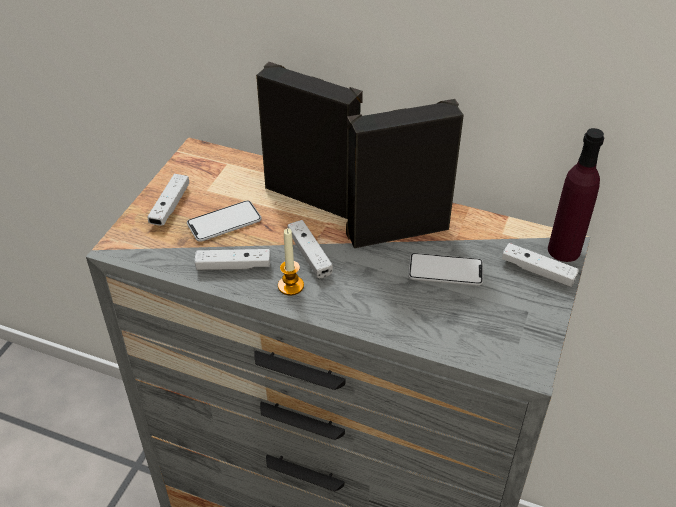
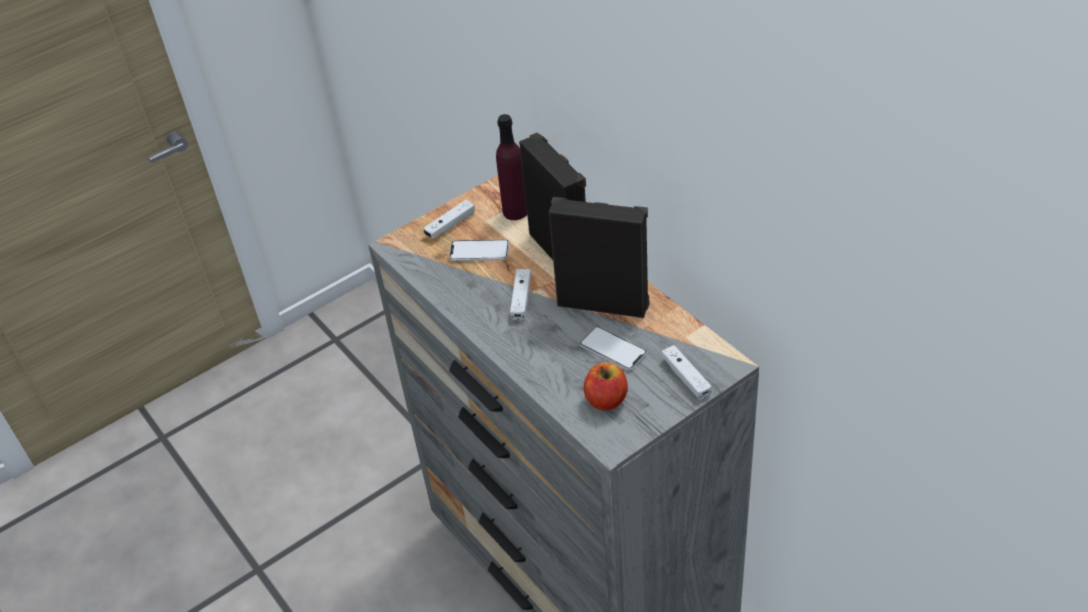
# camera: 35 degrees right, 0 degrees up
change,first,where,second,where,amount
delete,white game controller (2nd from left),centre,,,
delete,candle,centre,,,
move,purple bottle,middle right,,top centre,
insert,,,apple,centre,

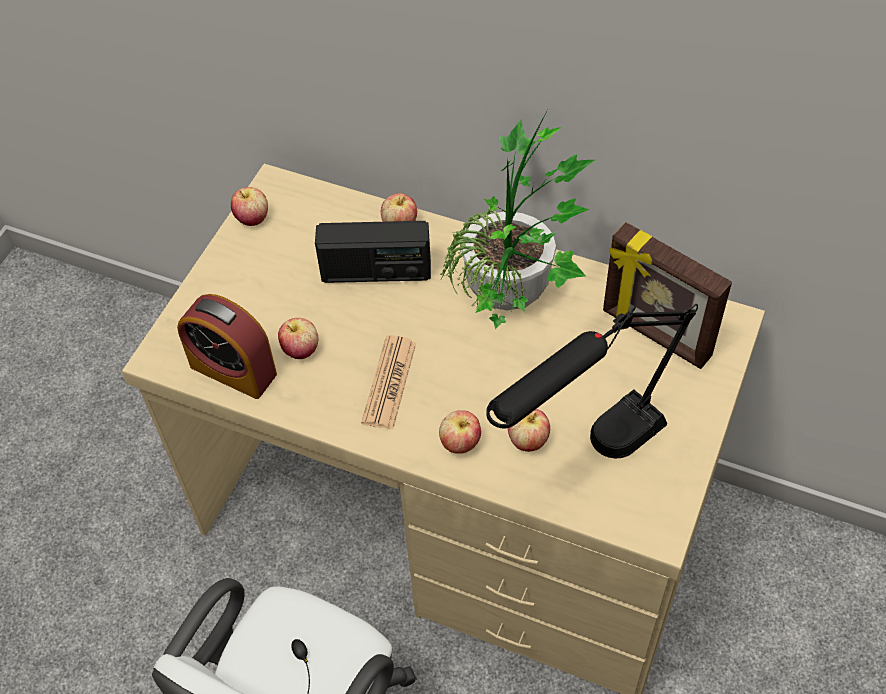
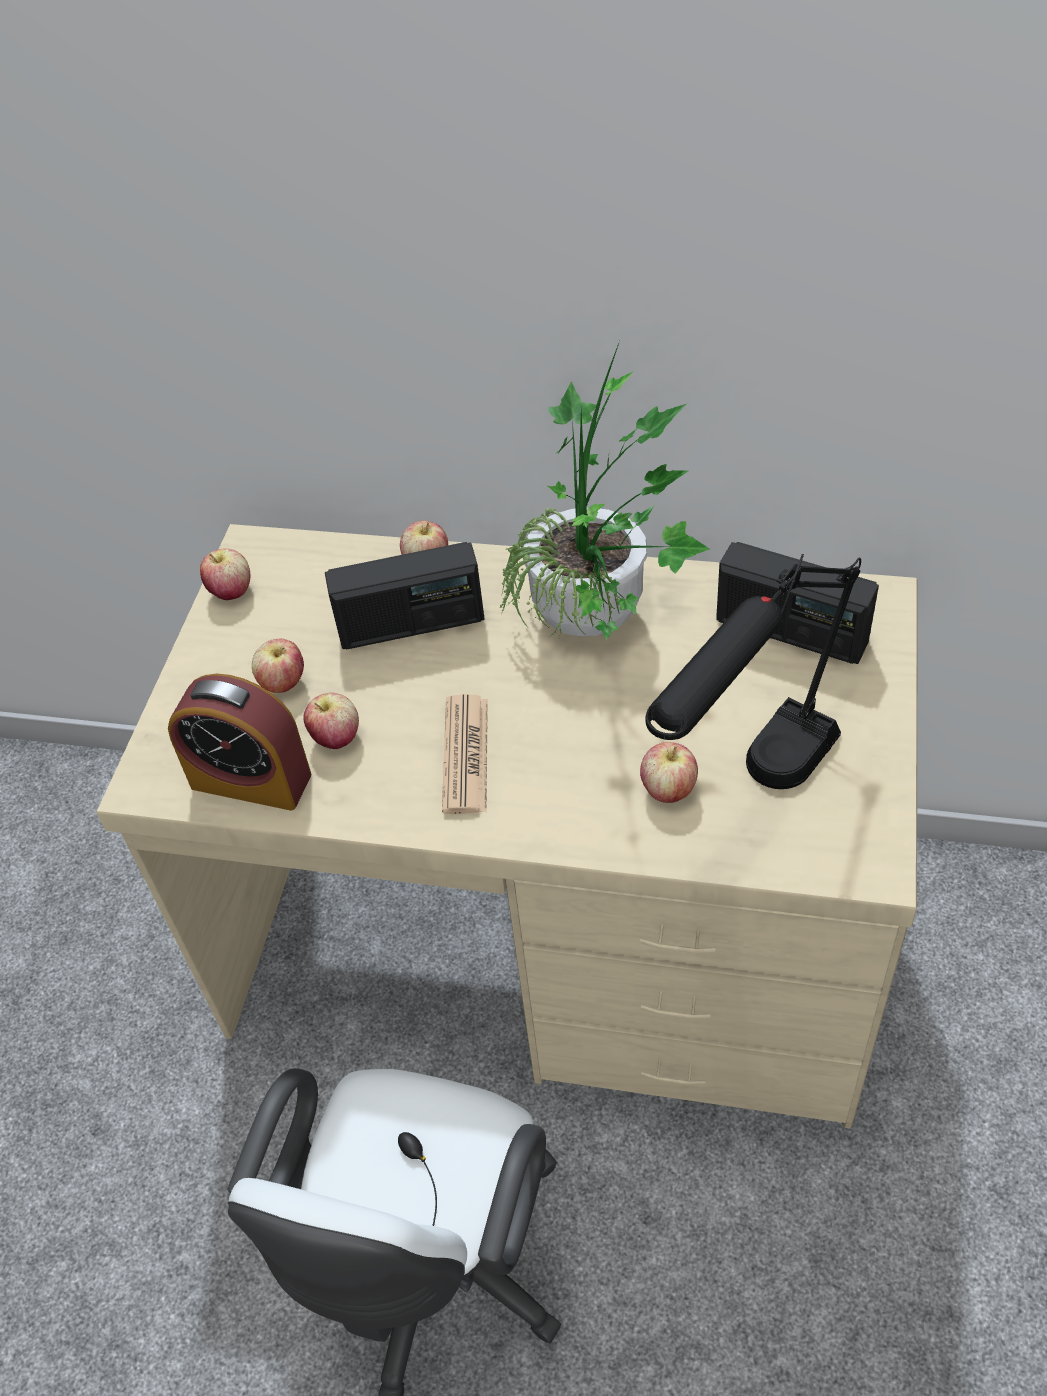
# camera: 10 degrees left, 5 degrees down
change,first,where,second,where,amount
move,apple (4th from left in the first image),centre,apple (2nd from left),middle left,
replace,picture frame,middle right,radio (2nd from left),middle right,

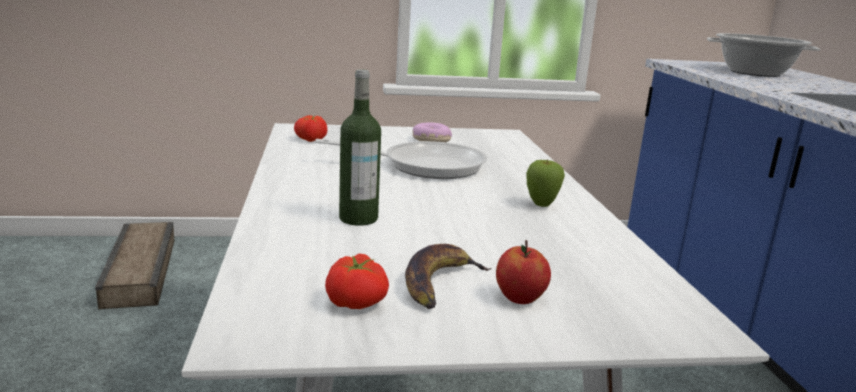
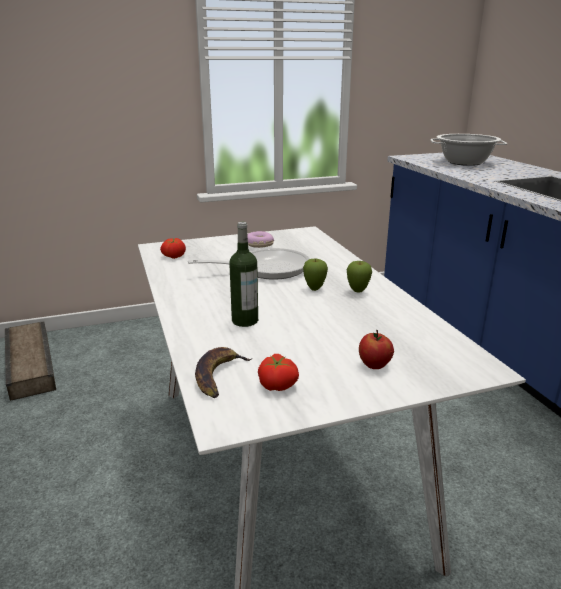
# camera: 10 degrees left, 5 degrees up
change,first,where,second,where,amount
move,banana,bottom centre,,centre,
insert,,,apple (1st from left),centre,

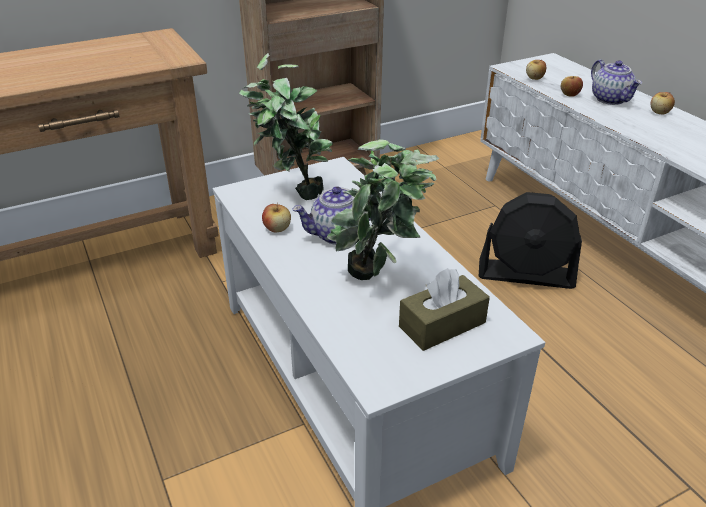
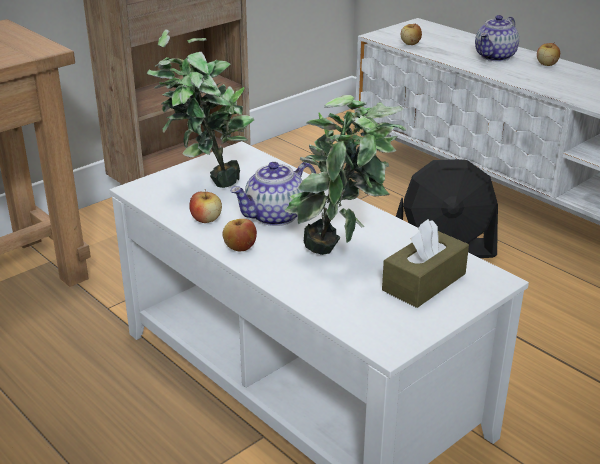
# camera: 15 degrees left, 5 degrees down
change,first,where,second,where,amount
move,apple (3rd from left in the first image),top right,apple (2nd from left),centre,
rotate,teapot (2nd from left),top right,,top right,75 degrees clockwise

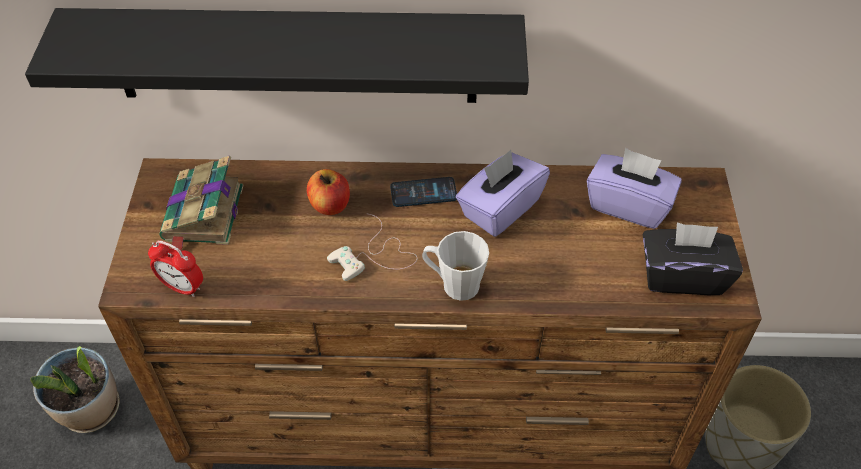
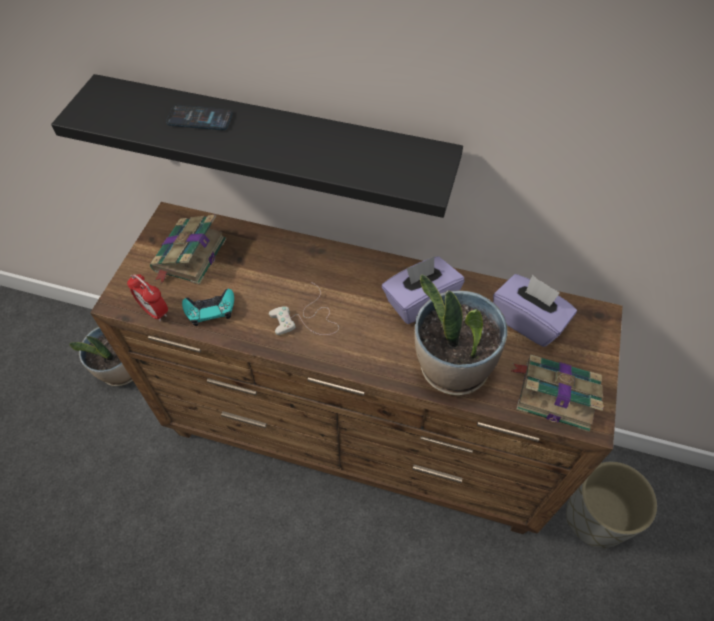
# camera: 15 degrees right, 5 degrees up
change,first,where,second,where,amount
delete,apple,centre,,,
move,phone,centre,,top left,
delete,grey mug,centre,,,
replace,black tissue box,middle right,book (2nd from left),middle right,
insert,,,turquoise game controller,middle left,
insert,,,potted plant (2nd from left),centre,

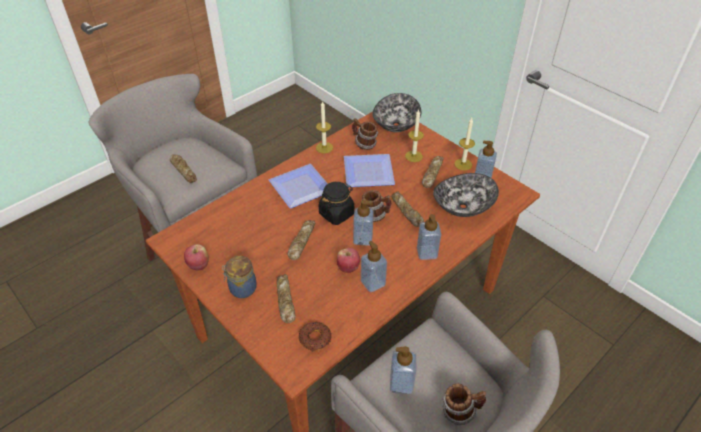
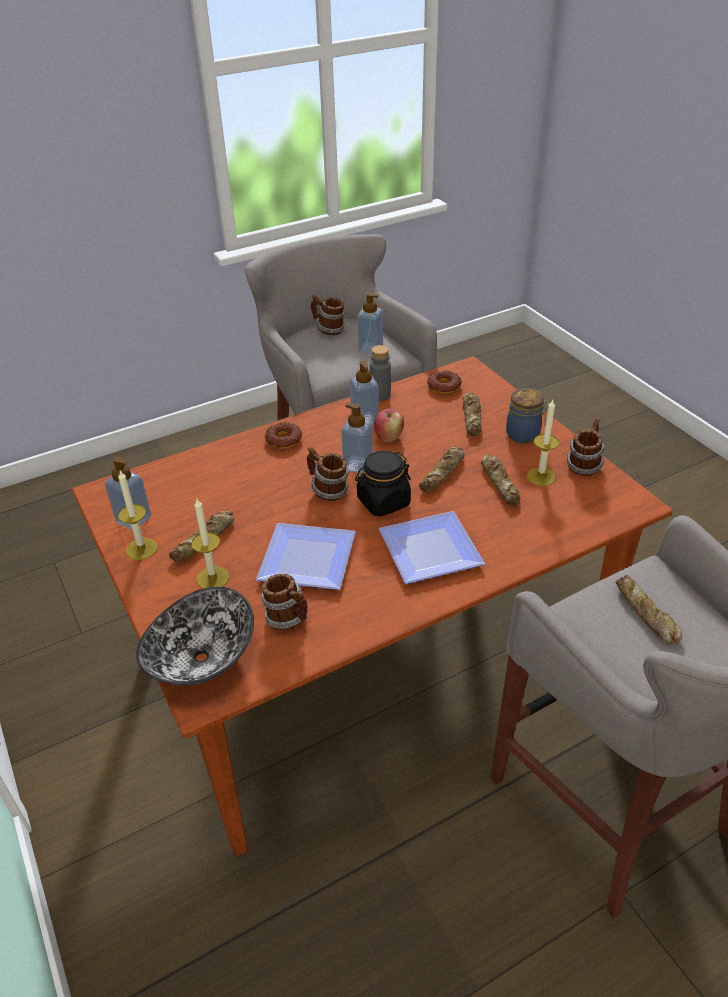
# camera: 165 degrees left, 5 degrees down
change,first,where,second,where,amount
replace,apple (1st from left),middle left,mug (4th from left),middle right,
move,candle (1st from left in the first image),top centre,candle (3rd from left),middle right,
move,bread (4th from left),centre,,middle right,
replace,soap dispenser (4th from left),centre,donut (1st from left),centre,
delete,bowl (2nd from left),centre,,,
insert,,,grey bottle,centre,

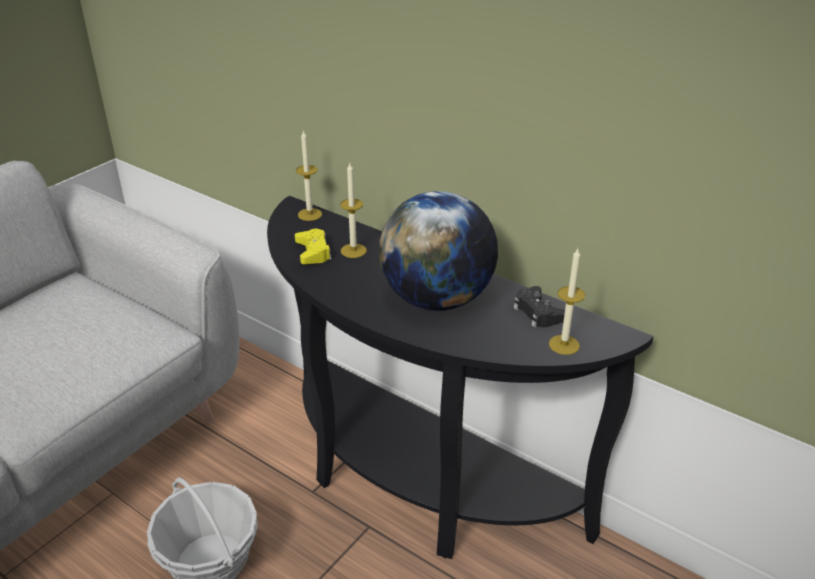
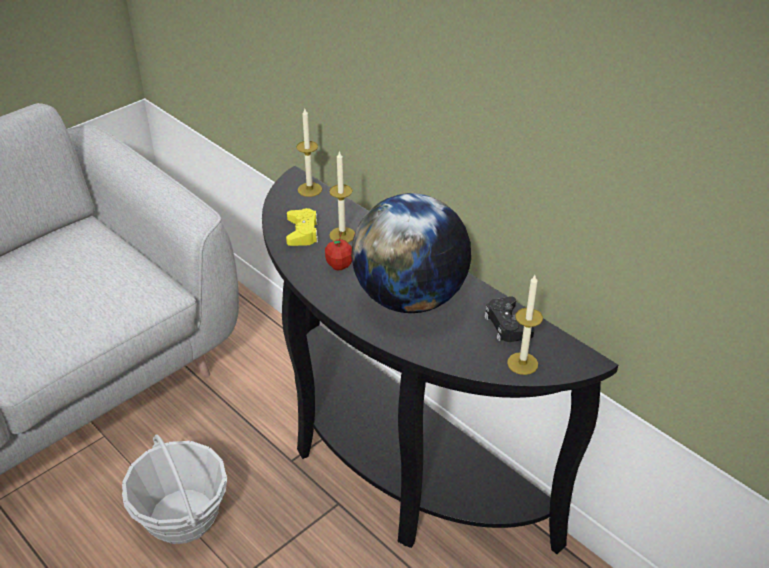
# camera: 10 degrees right, 5 degrees up
change,first,where,second,where,amount
insert,,,apple,centre,

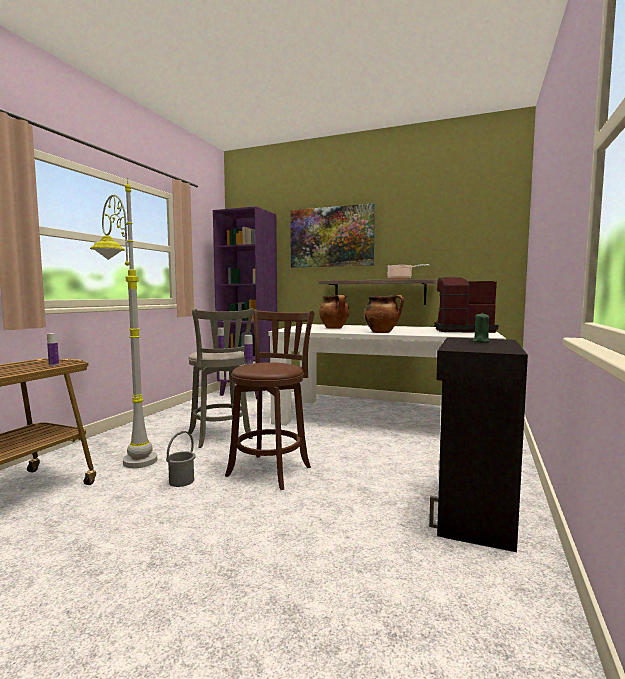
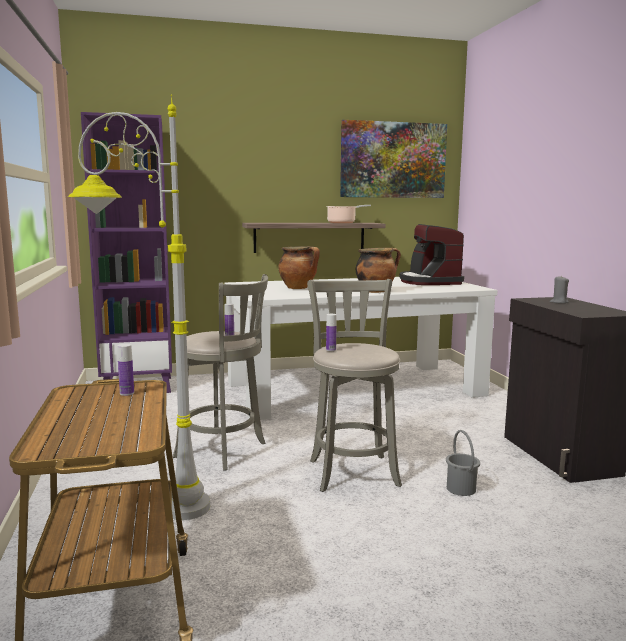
# camera: 35 degrees left, 5 degrees up
change,first,where,second,where,amount
move,grey bucket,bottom left,,bottom right,
recolor,brown stool,centre,grey stool (2nd from left),centre,
move,picture,centre,,top centre,
rotate,coffee machine,middle right,,middle right,75 degrees counterclockwise
recolor,green candle,middle right,grey candle,middle right,

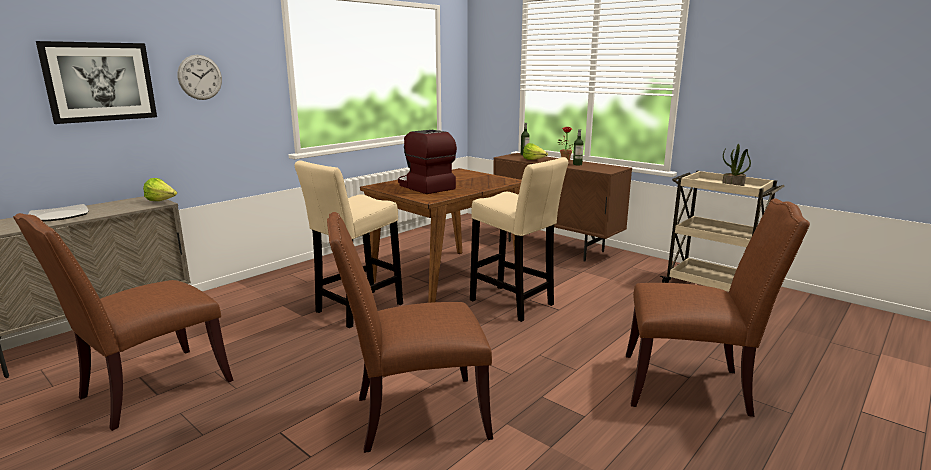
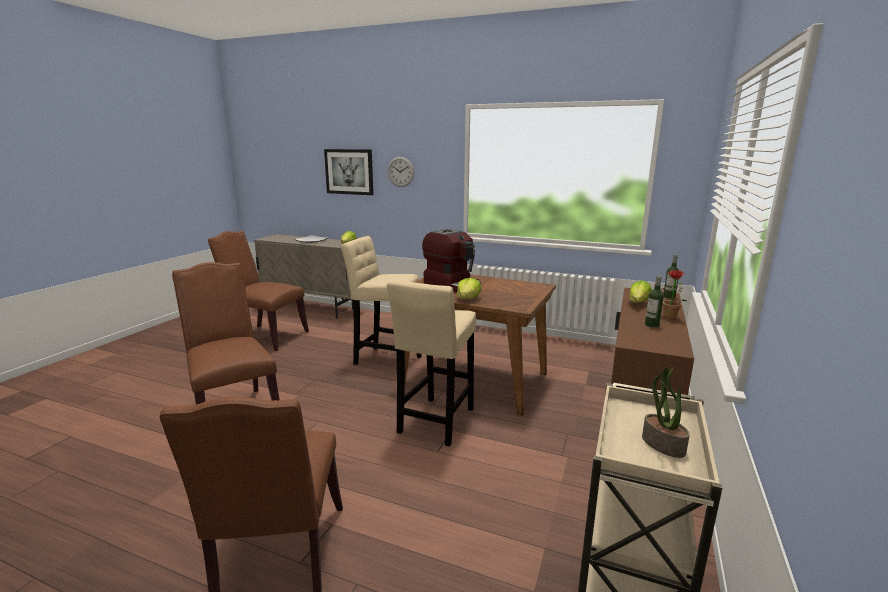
# camera: 70 degrees right, 0 degrees up
change,first,where,second,where,amount
rotate,coffee machine,centre,,centre,105 degrees clockwise
insert,,,lettuce (2nd from left),centre,

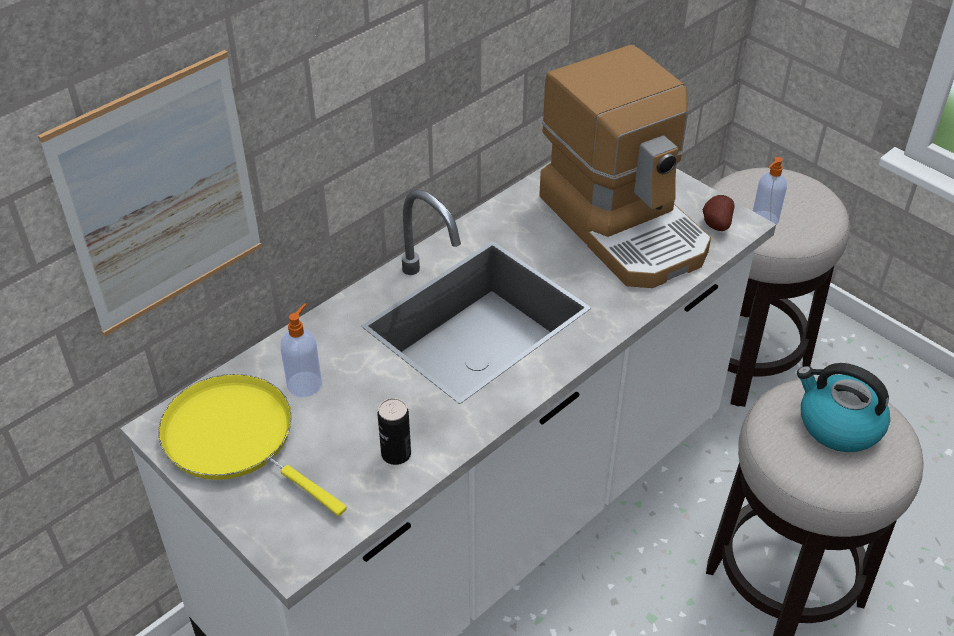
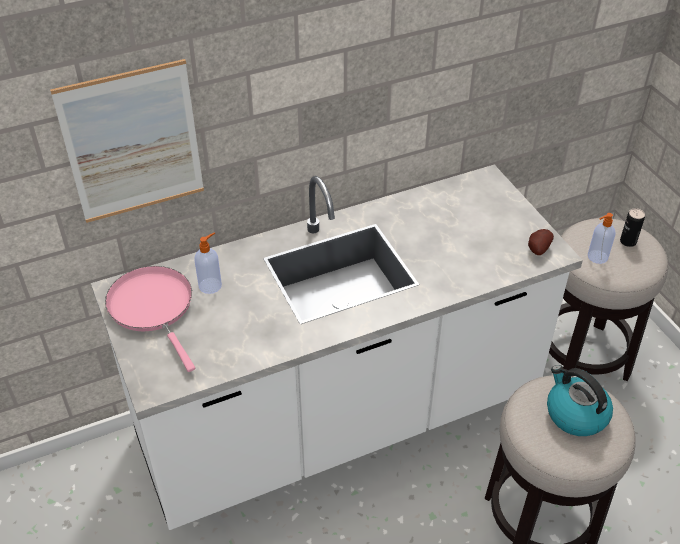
# camera: 20 degrees right, 0 degrees up
change,first,where,second,where,amount
recolor,yellow frying pan,bottom left,pink frying pan,middle left,
move,can,bottom centre,,middle right,
delete,coffee machine,top centre,,,

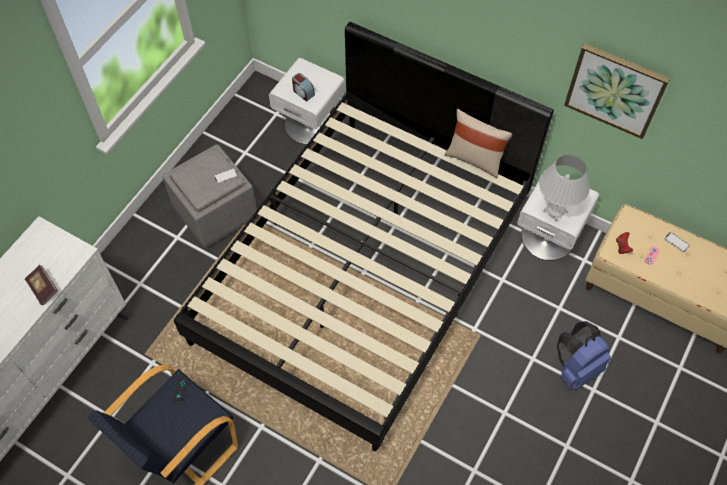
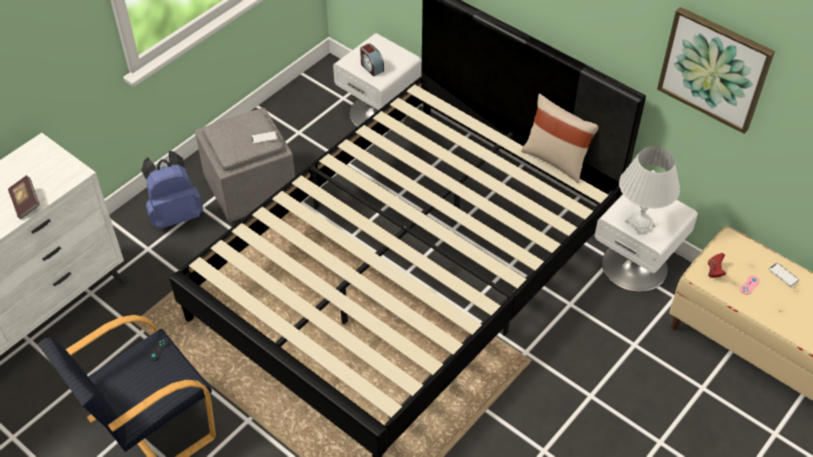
# camera: 10 degrees right, 10 degrees down
change,first,where,second,where,amount
move,blue backpack,bottom right,,middle left,

